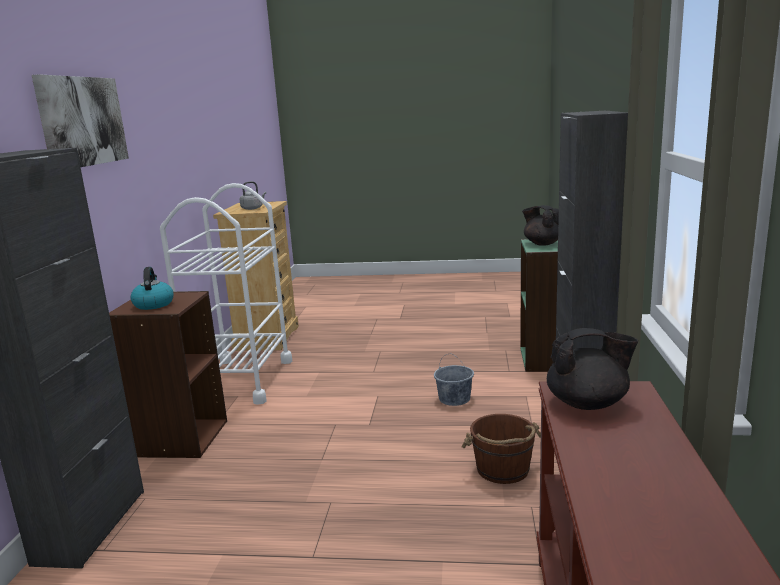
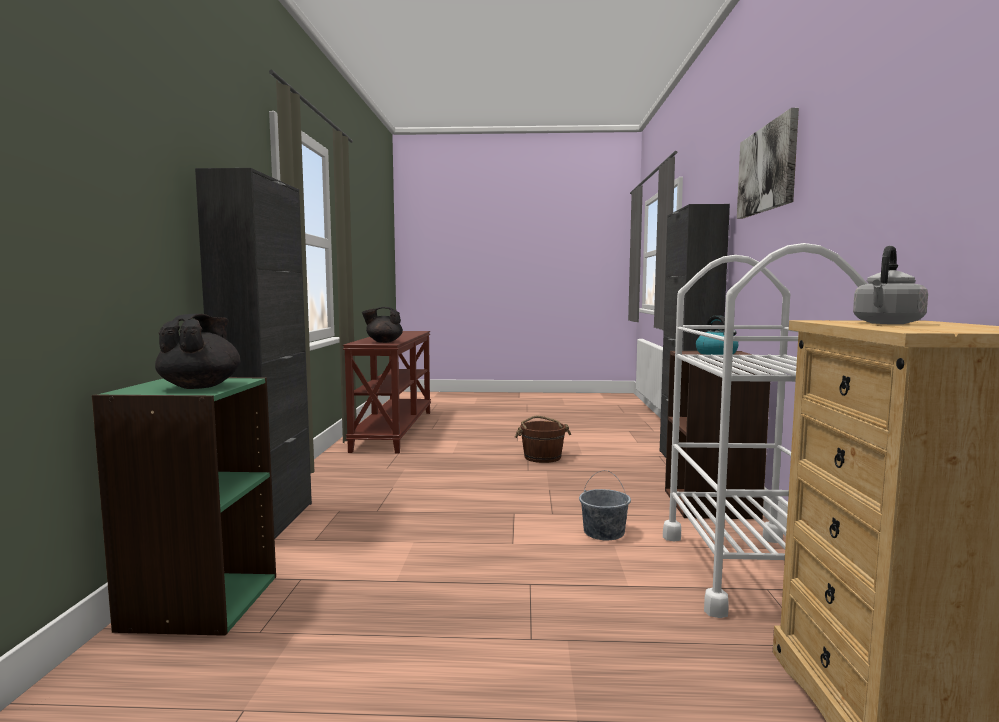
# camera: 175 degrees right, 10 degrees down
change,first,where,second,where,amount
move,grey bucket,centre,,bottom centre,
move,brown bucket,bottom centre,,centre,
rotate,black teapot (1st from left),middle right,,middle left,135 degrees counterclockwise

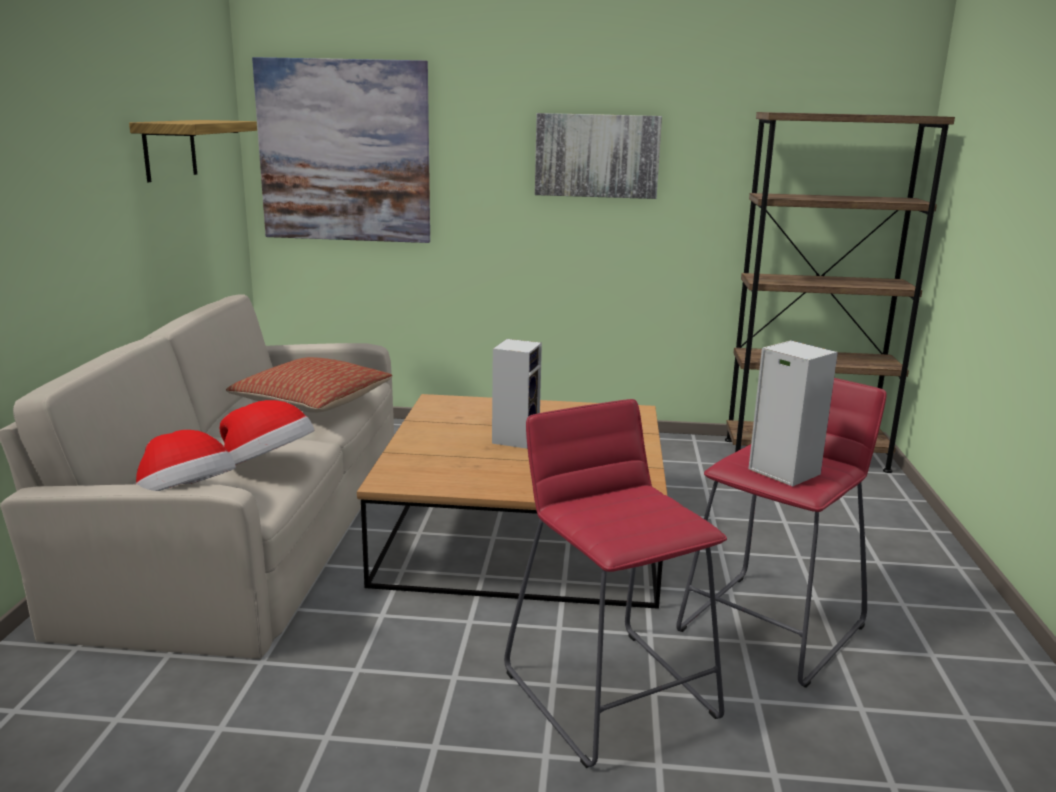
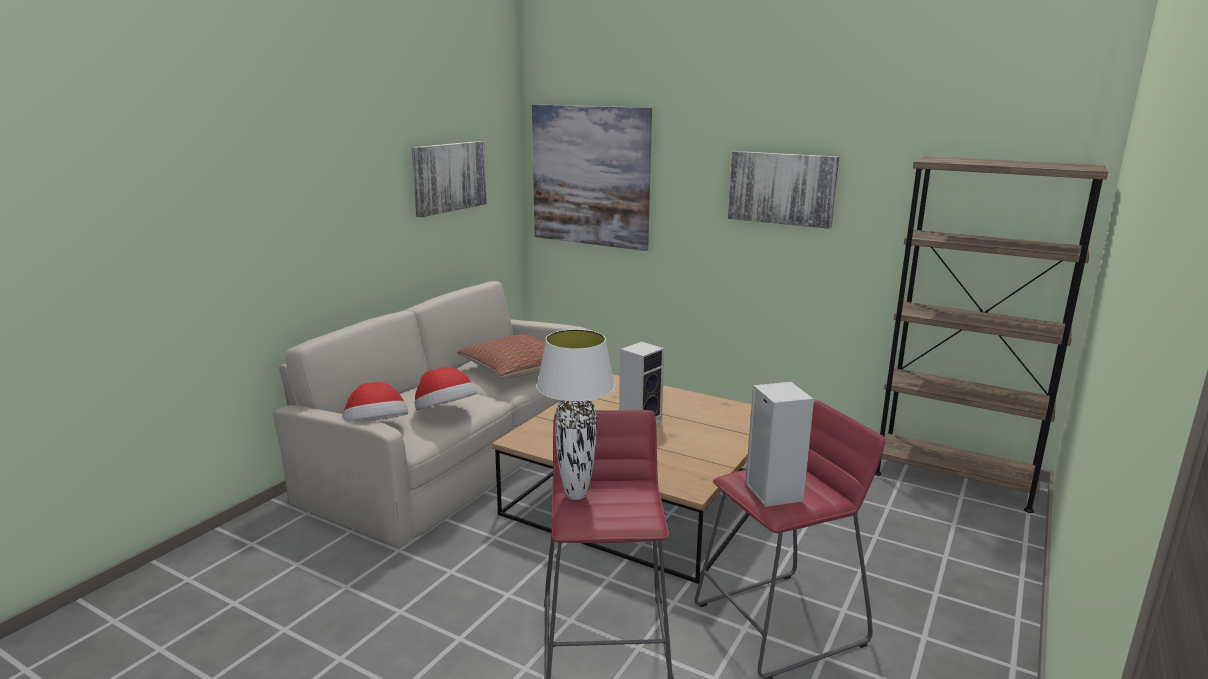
# camera: 25 degrees right, 0 degrees up
change,first,where,second,where,amount
replace,shelf,top left,picture (1st from left),top centre,
insert,,,white table lamp,centre,

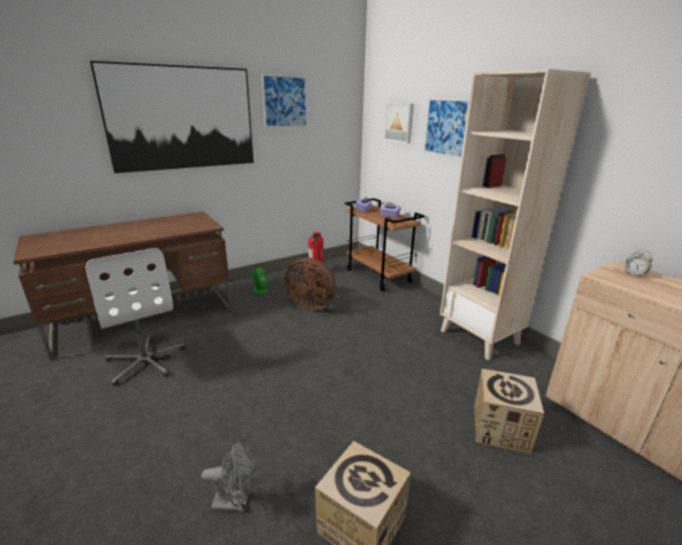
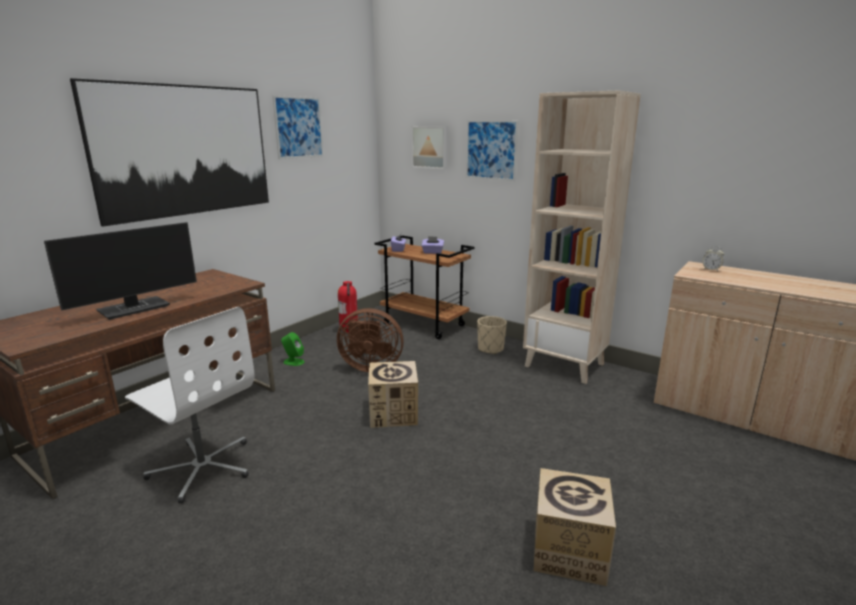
# camera: 20 degrees left, 5 degrees down
change,first,where,second,where,amount
delete,grey fan,bottom centre,,,
move,cardboard box (2nd from left in the first image),bottom right,cardboard box (1st from left),centre,
insert,,,monitor,middle left,
insert,,,beige planter,centre,

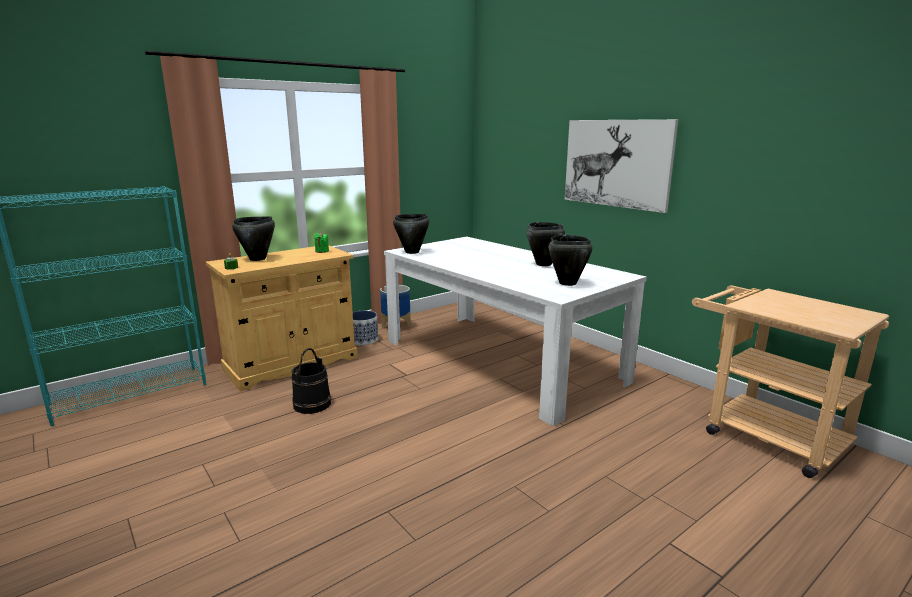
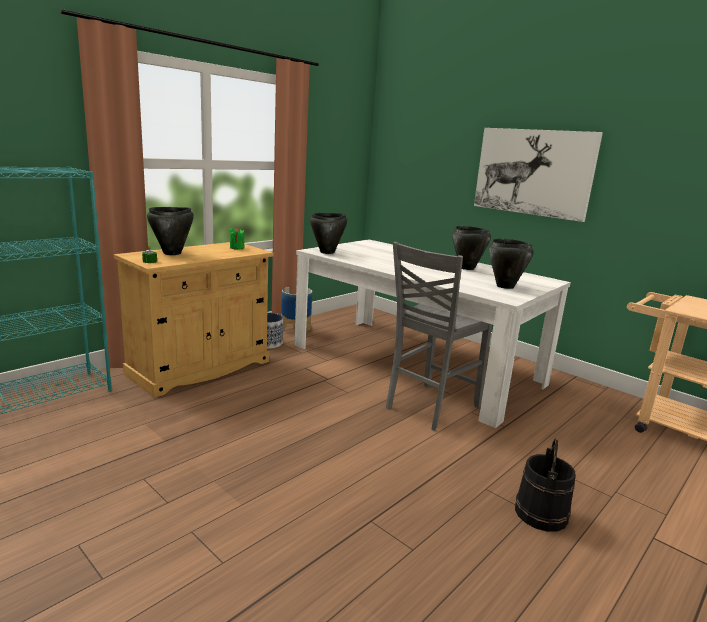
# camera: 10 degrees left, 0 degrees up
change,first,where,second,where,amount
move,black bucket,centre,,bottom right,
insert,,,grey chair,centre,

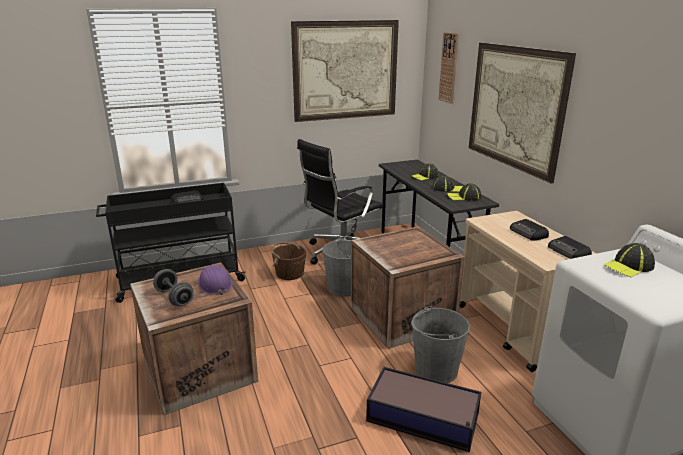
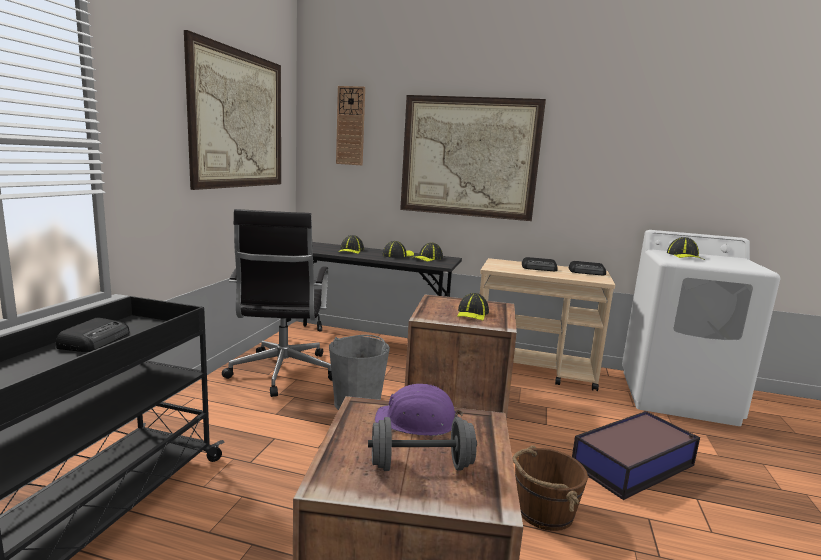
# camera: 55 degrees left, 10 degrees down
change,first,where,second,where,amount
move,brown bucket,centre,,bottom right,
delete,grey bucket (2nd from left),bottom centre,,,
insert,,,cap (4th from left),centre,

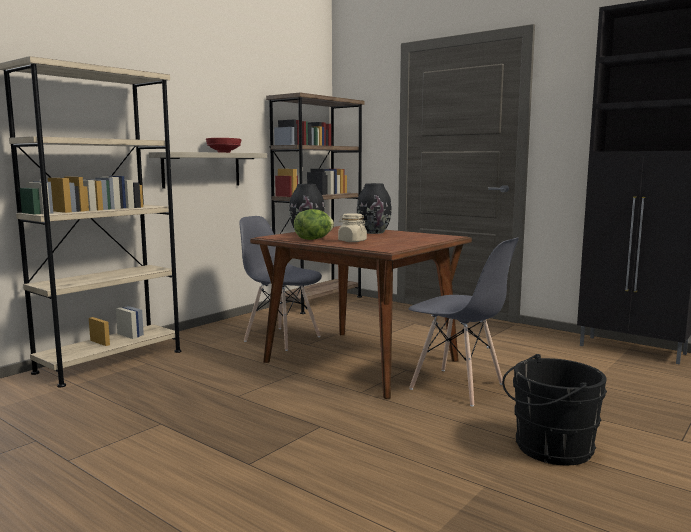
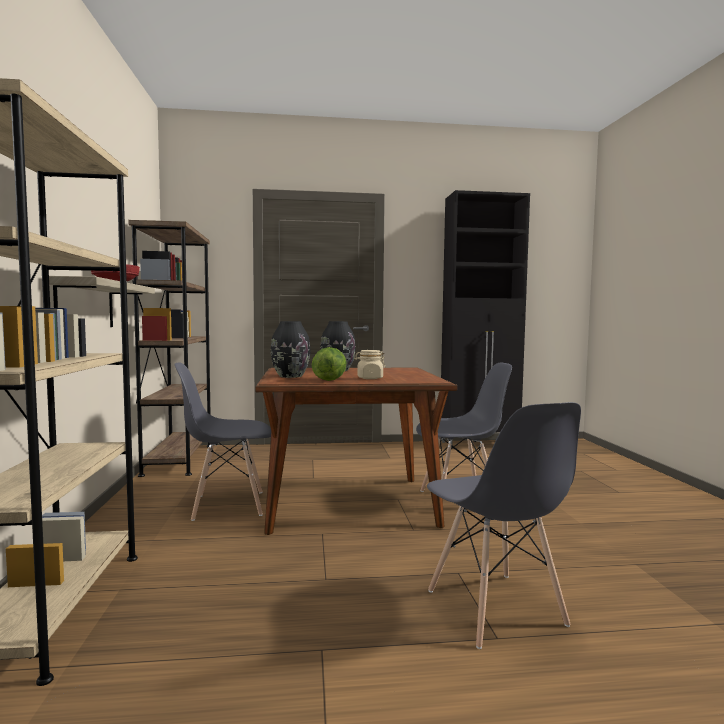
# camera: 45 degrees left, 5 degrees down
change,first,where,second,where,amount
delete,black bucket,bottom right,,,
insert,,,grey chair (3rd from left),bottom right,

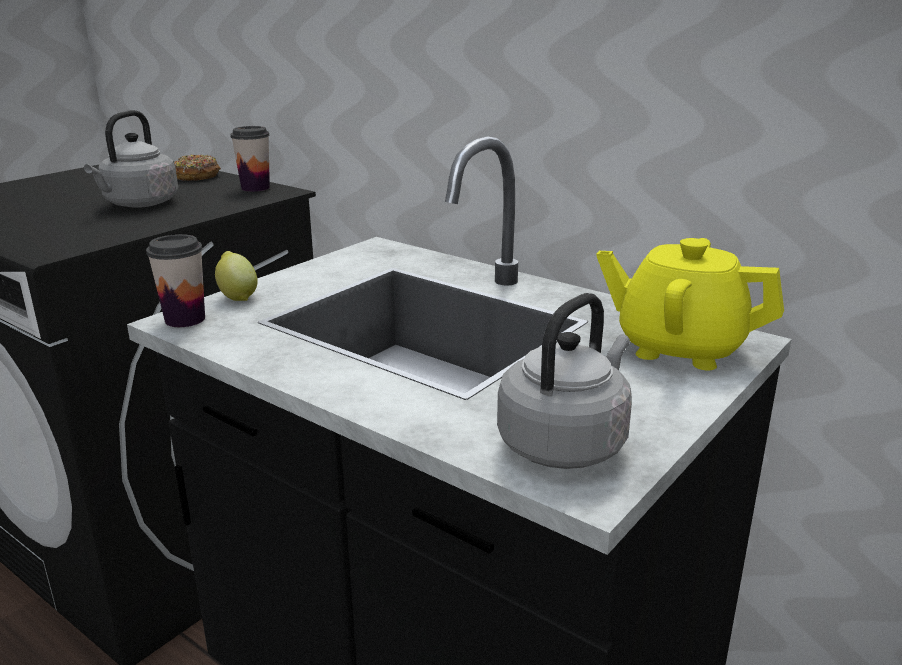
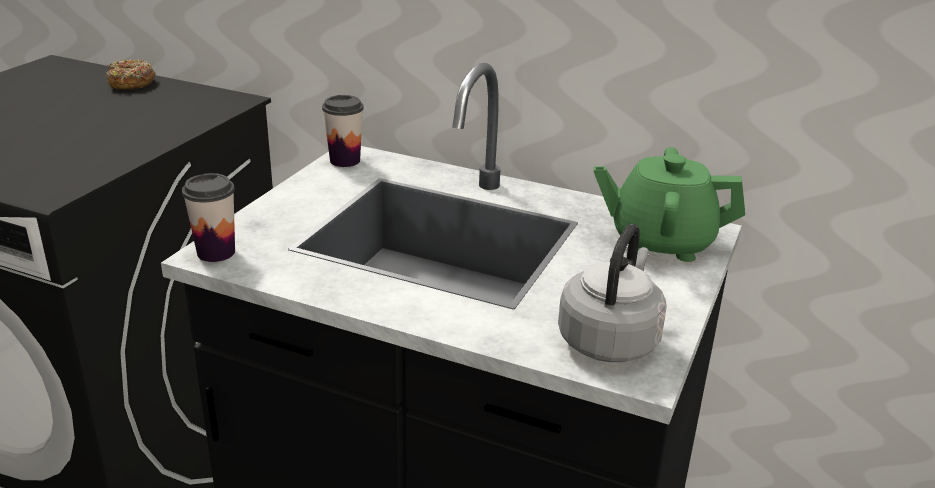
# camera: 15 degrees left, 5 degrees up
change,first,where,second,where,amount
delete,grey kettle (1st from left),top left,,,
delete,lemon,middle left,,,
move,cup (2nd from left),top left,,top centre,
recolor,yellow teapot,middle right,green teapot,middle right,

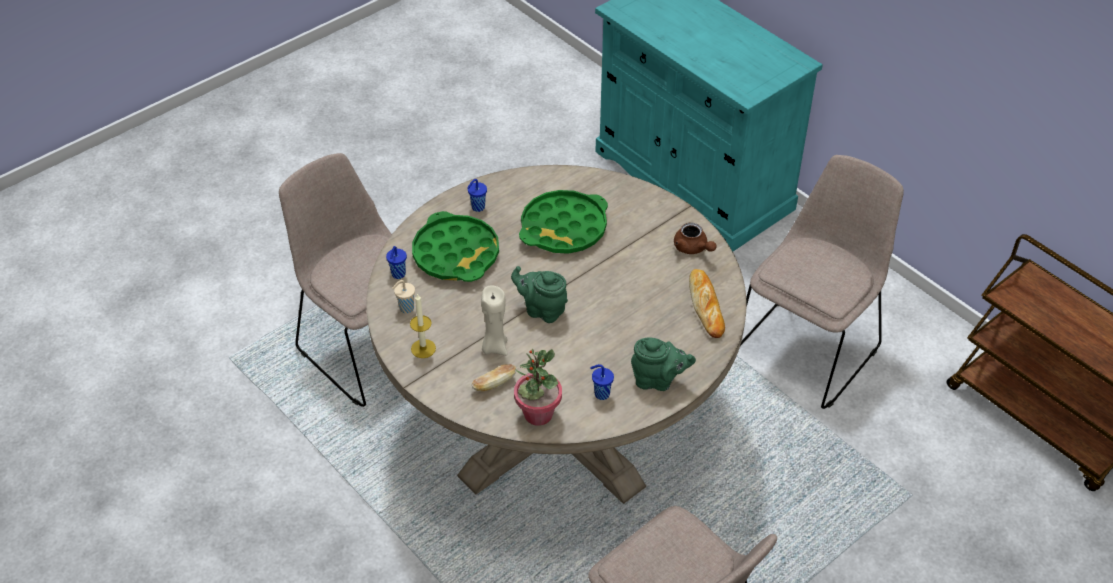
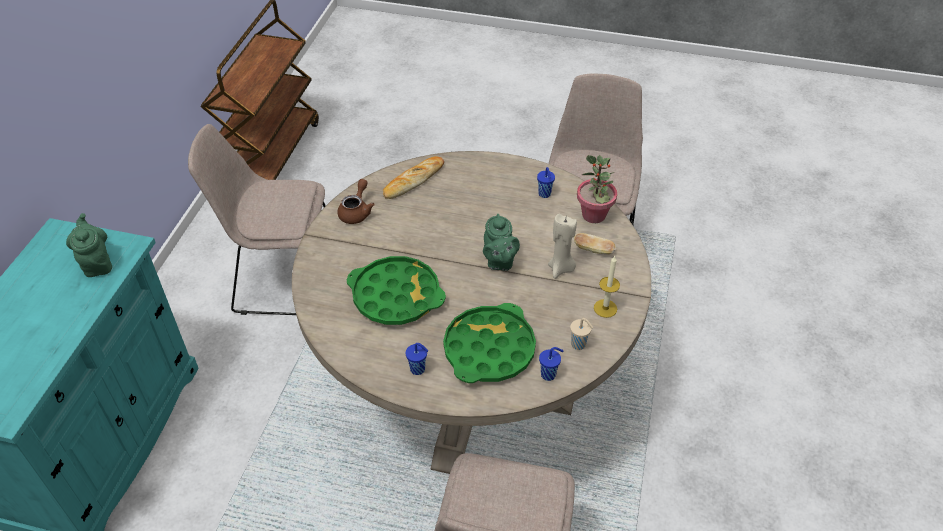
# camera: 125 degrees left, 0 degrees up
change,first,where,second,where,amount
move,green teapot (2nd from left in the first image),centre,green teapot (1st from left),middle left,

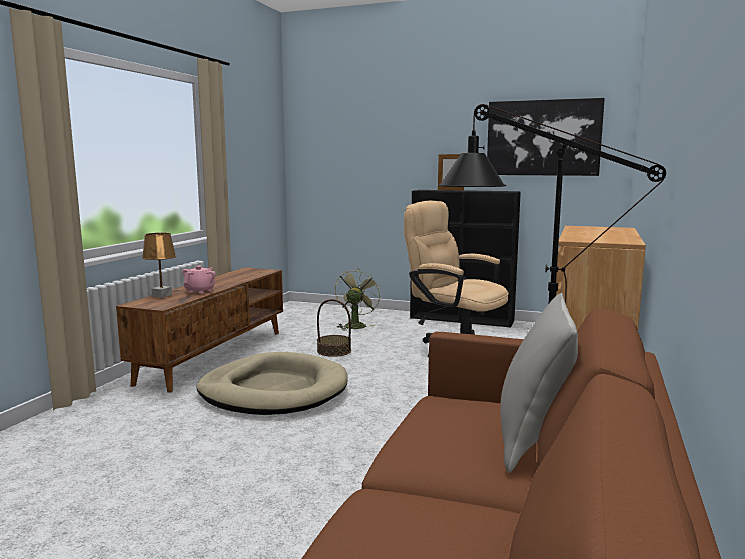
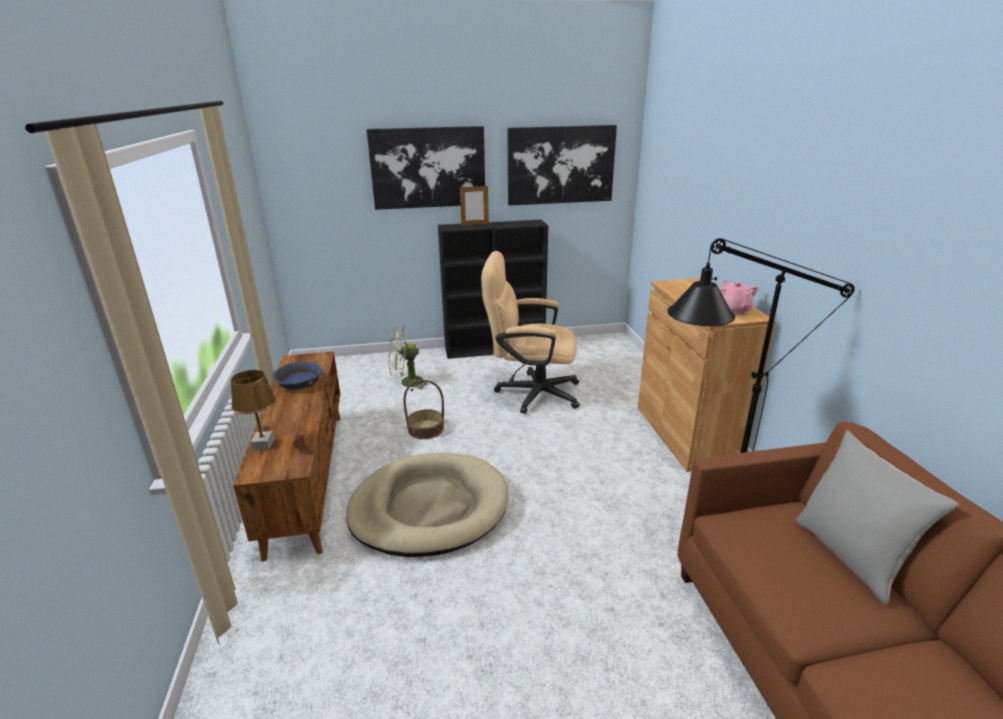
# camera: 30 degrees left, 15 degrees up
change,first,where,second,where,amount
move,pink teapot,middle left,,middle right,
rotate,green fan,centre,,centre,90 degrees counterclockwise
insert,,,blue bowl,middle left,
insert,,,picture (1st from left),top centre,

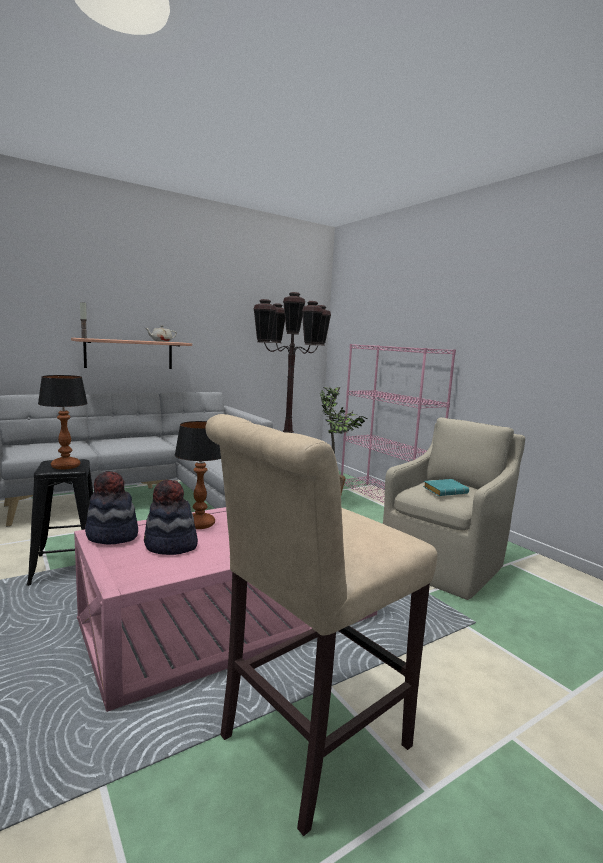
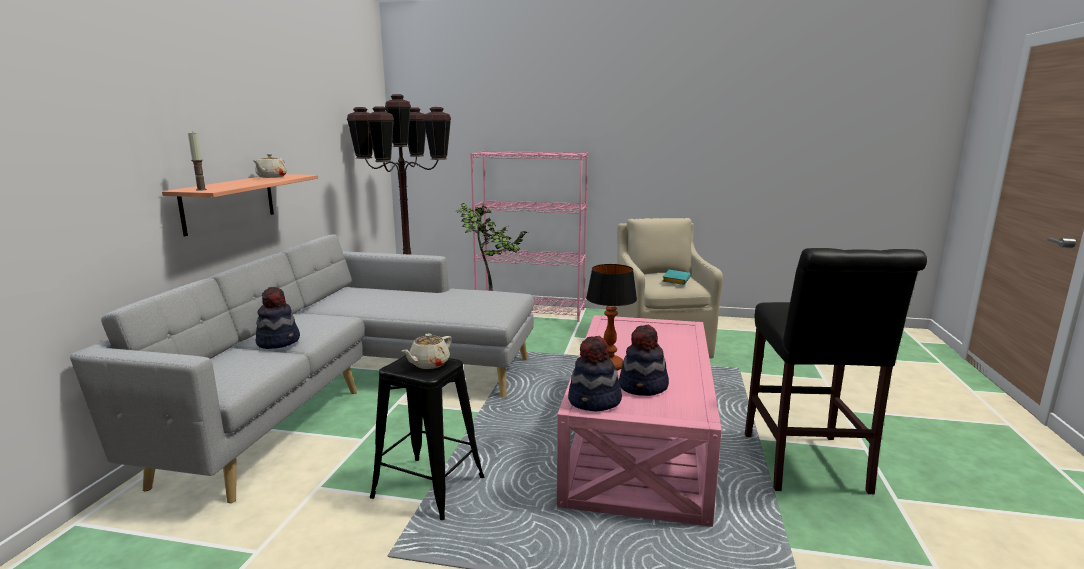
# camera: 45 degrees left, 5 degrees up
change,first,where,second,where,amount
replace,table lamp (1st from left),middle left,beige teapot (2nd from left),centre,
recolor,beige stool,bottom centre,black stool (2nd from left),middle right,
insert,,,hat (1st from left),middle left,

